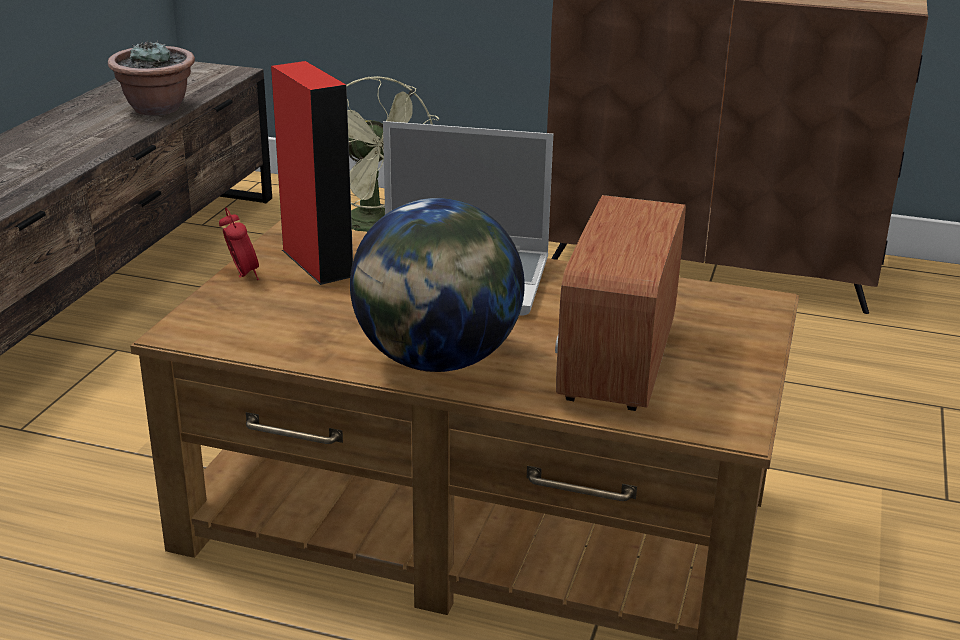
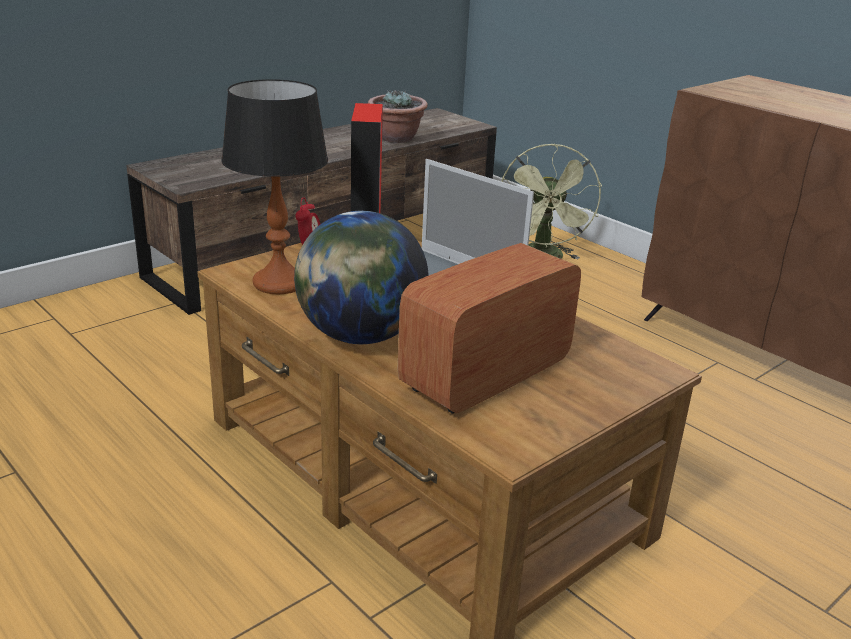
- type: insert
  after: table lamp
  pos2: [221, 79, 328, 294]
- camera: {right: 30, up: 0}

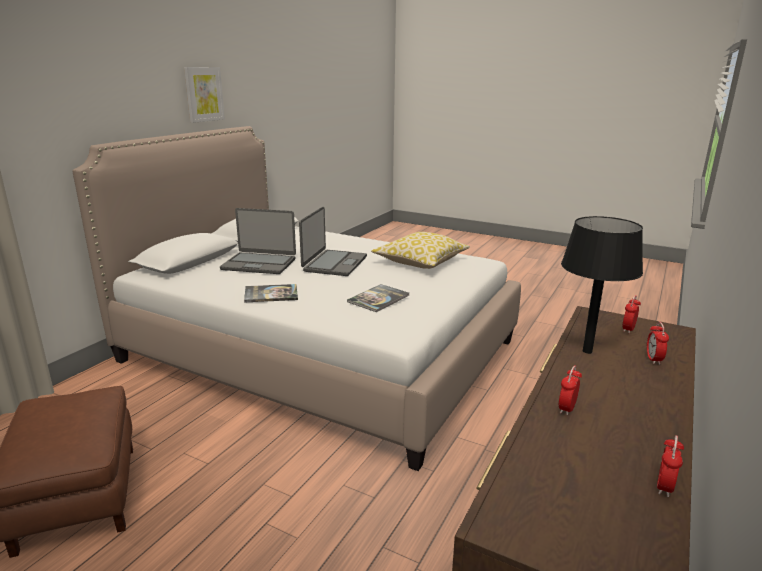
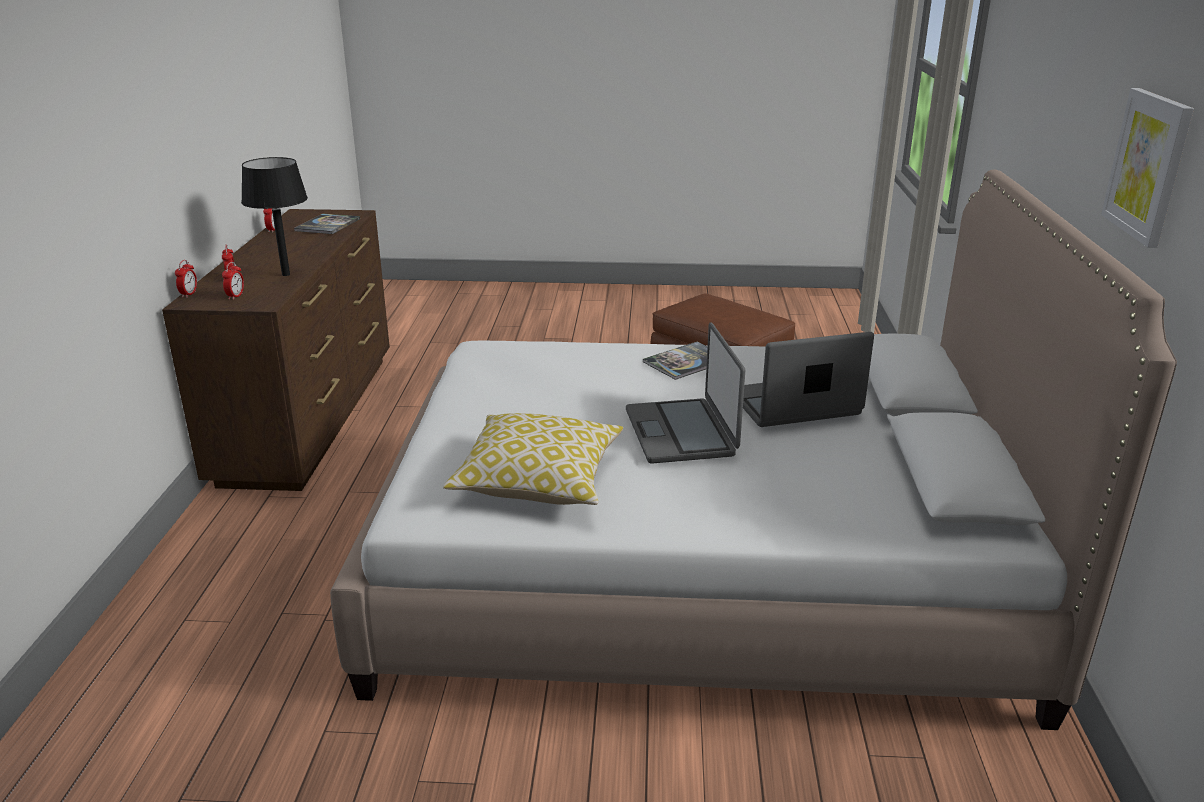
- type: move
  before: book
  pos1: [347, 284, 409, 312]
  pos2: [294, 214, 360, 234]
- type: move
  before: table clock
  pos1: [559, 365, 582, 416]
  pos2: [175, 260, 197, 298]
- camera: {right: 155, up: 5}

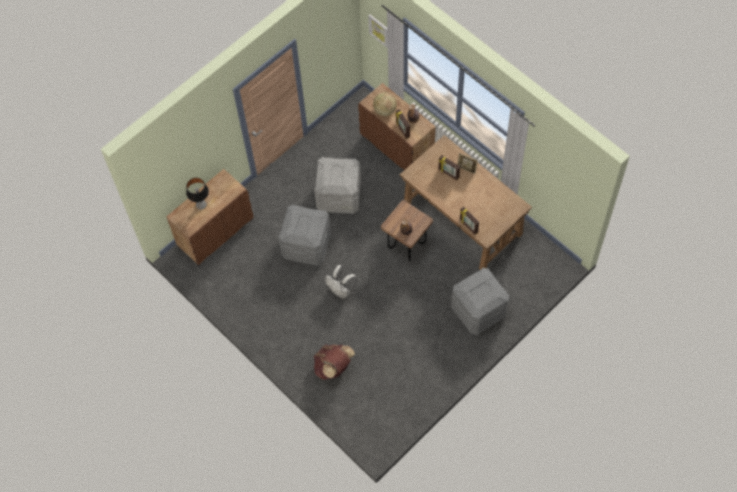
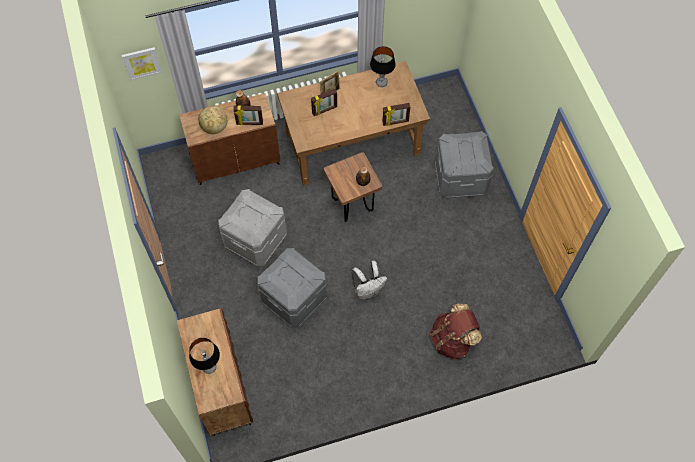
- type: insert
  after: table lamp
  pos2: [370, 46, 396, 87]
- camera: {right: -65, up: 0}

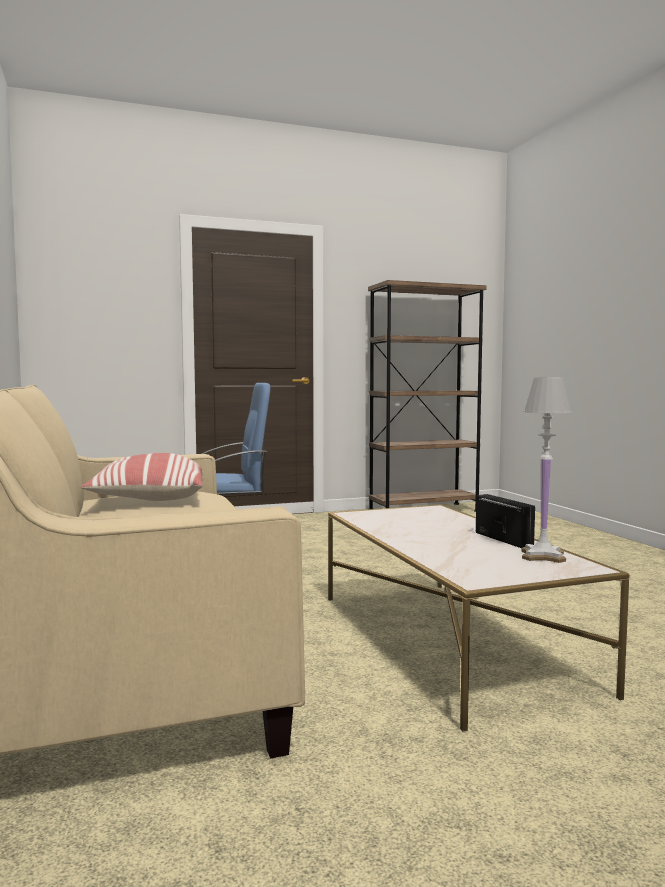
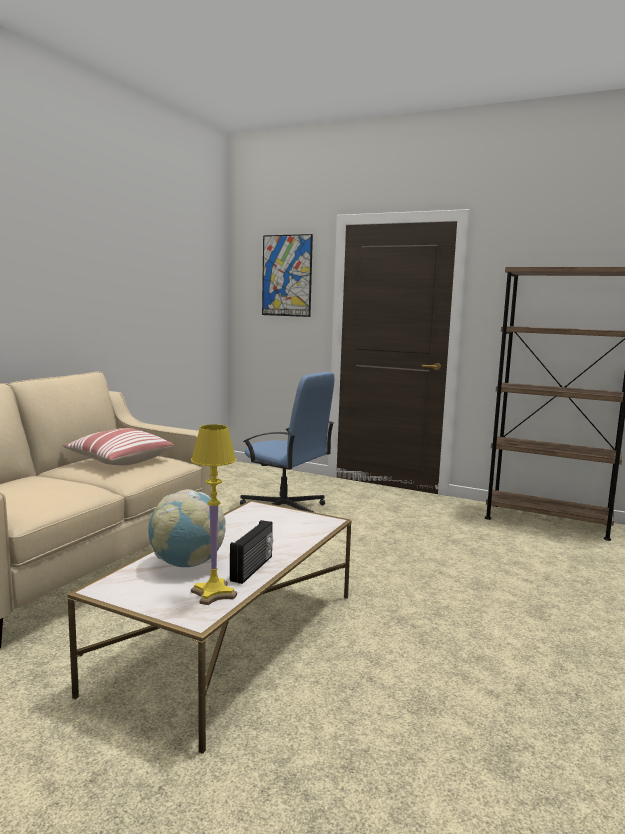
- type: insert
  after: globe
  pos2: [148, 489, 226, 567]
- type: insert
  after: picture
  pos2: [262, 234, 313, 317]
- type: recolor
  before: table lamp/whitish
  after: table lamp/yellow
  pos1: [521, 377, 572, 563]
  pos2: [191, 424, 237, 605]
- camera: {right: 45, up: 5}

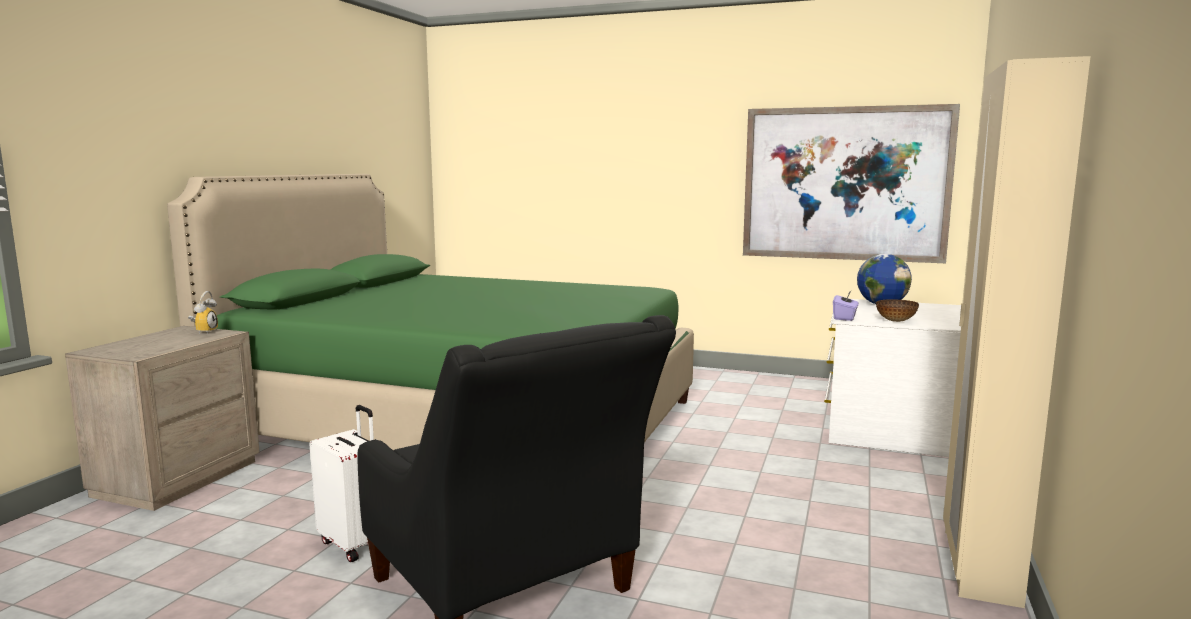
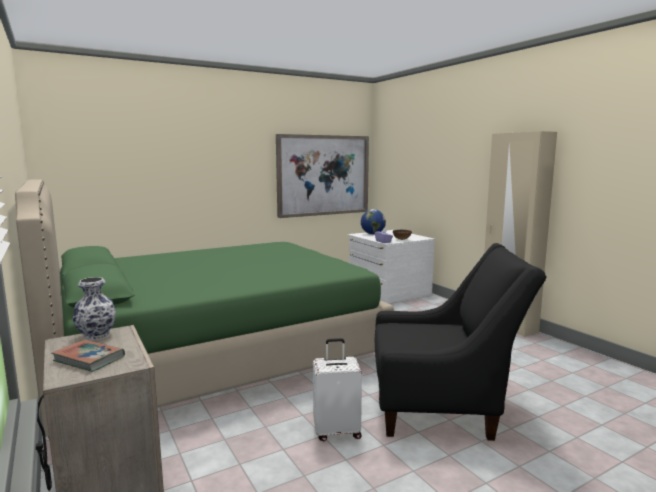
- type: insert
  after: book
  pos2: [52, 340, 125, 372]
- type: replace
  before: table clock
  after: vase
  pos1: [188, 291, 218, 334]
  pos2: [73, 277, 116, 341]
- camera: {right: -50, up: 0}

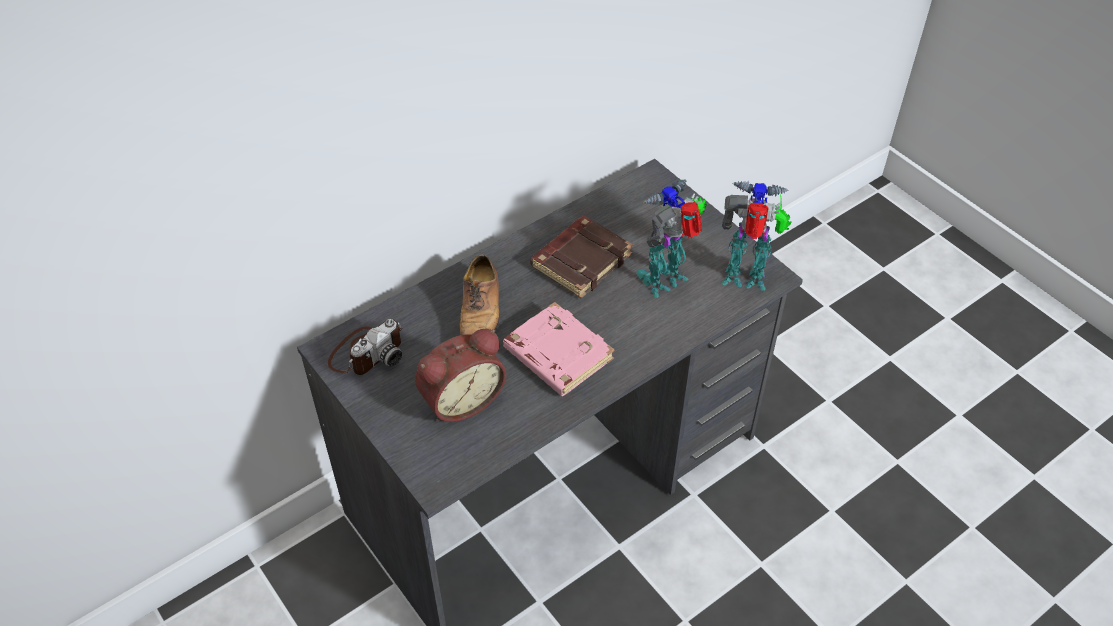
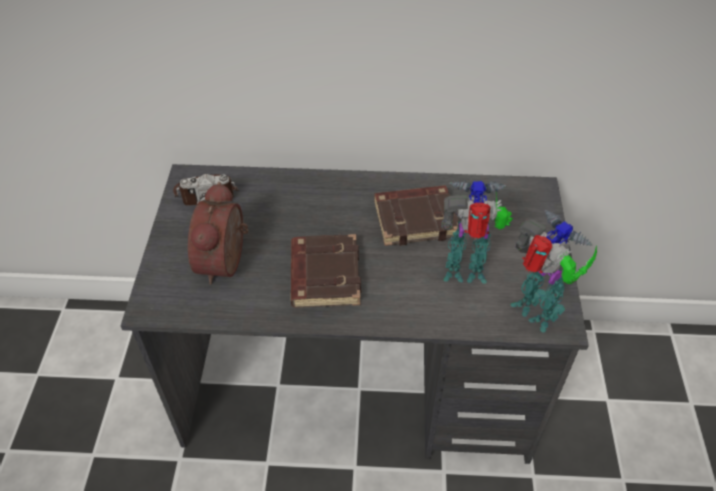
- type: delete
  before: item of footwear
  pos1: [460, 255, 499, 335]
- type: recolor
  before: book/pink-coloured
  after: book/brown-coloured
  pos1: [503, 302, 614, 396]
  pos2: [291, 234, 361, 308]
- type: rotate
  before: table clock
  pos1: [415, 329, 506, 422]
  pos2: [188, 182, 249, 285]
  turn: 90
- camera: {right: 40, up: 0}

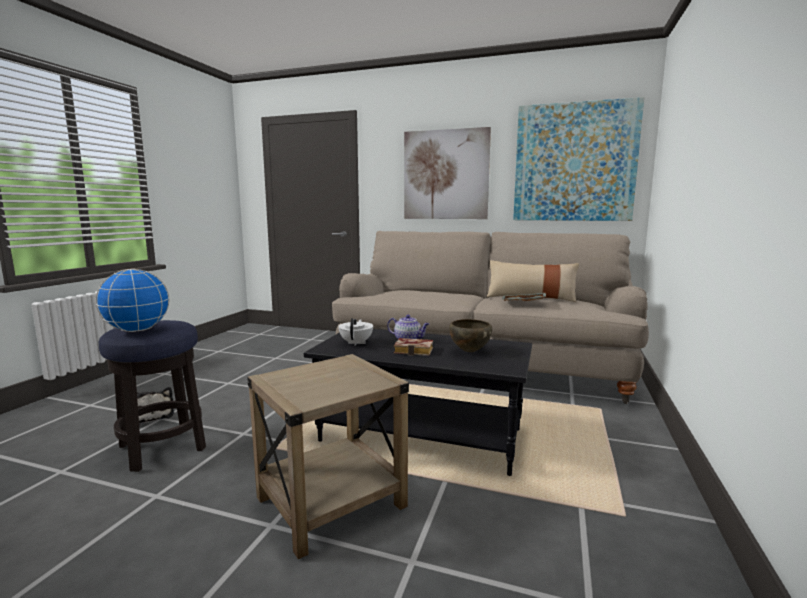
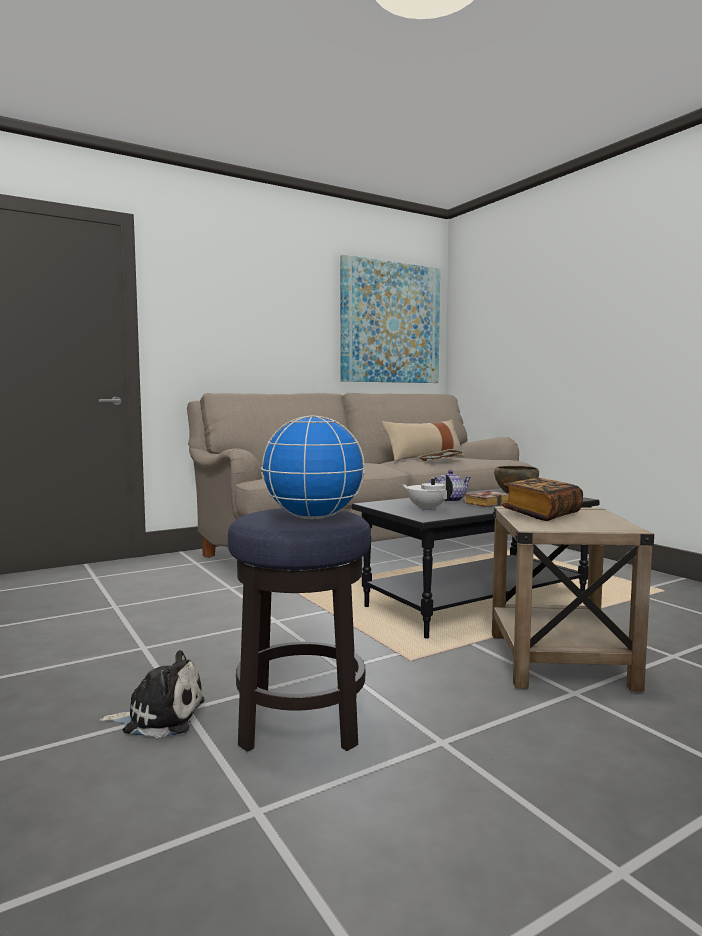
- type: delete
  before: picture
  pos1: [404, 127, 491, 219]
- type: insert
  after: book
  pos2: [502, 478, 583, 521]
- camera: {right: -50, up: -5}

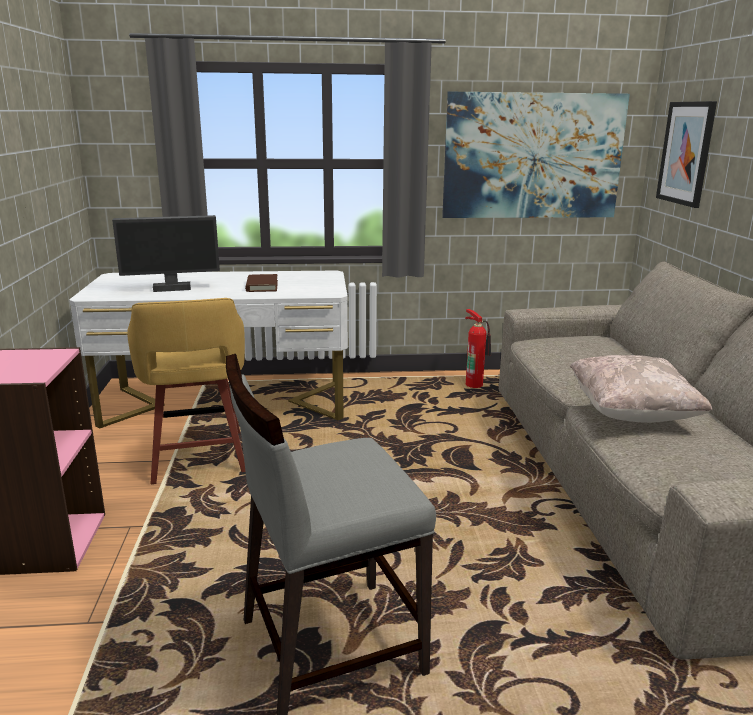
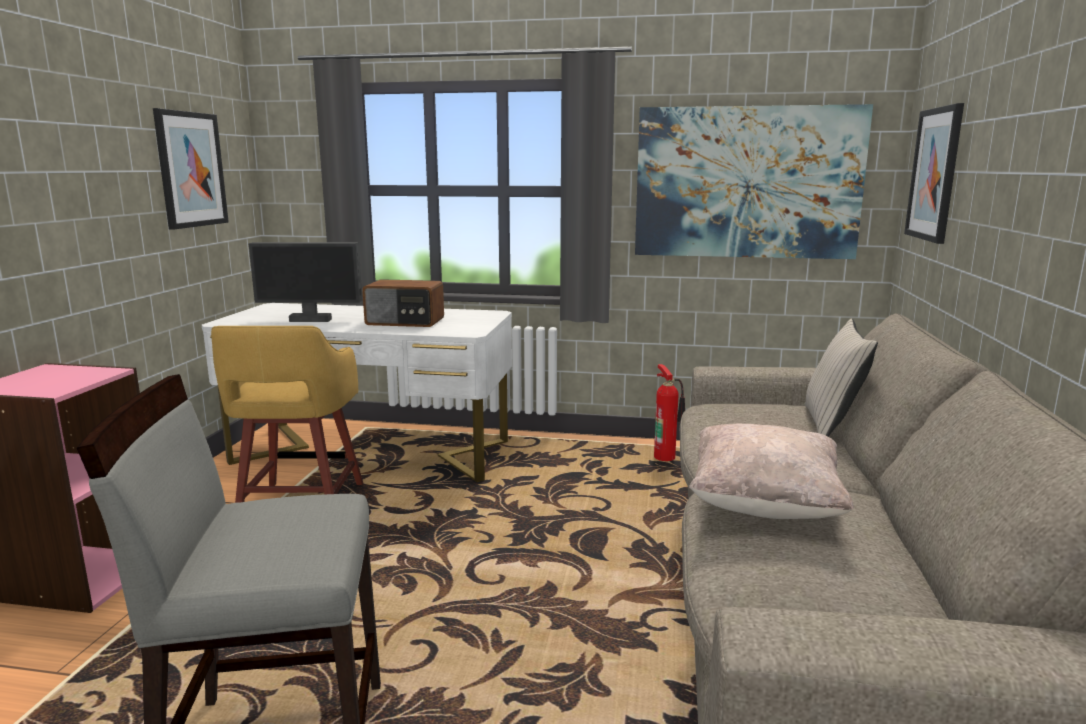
- type: insert
  after: picture
  pos2: [153, 108, 229, 230]
- type: insert
  after: throw pillow/sand-coloured
  pos2: [805, 319, 878, 437]
- type: replace
  before: book/brown-coloured
  after: radio receiver
  pos1: [245, 274, 278, 292]
  pos2: [362, 279, 444, 327]
- camera: {right: 15, up: -5}

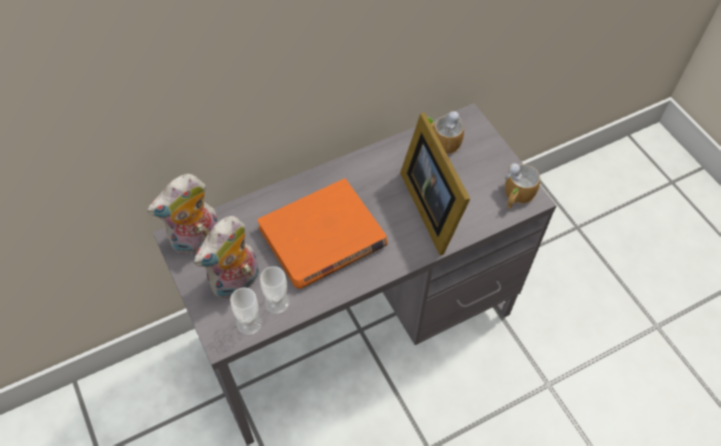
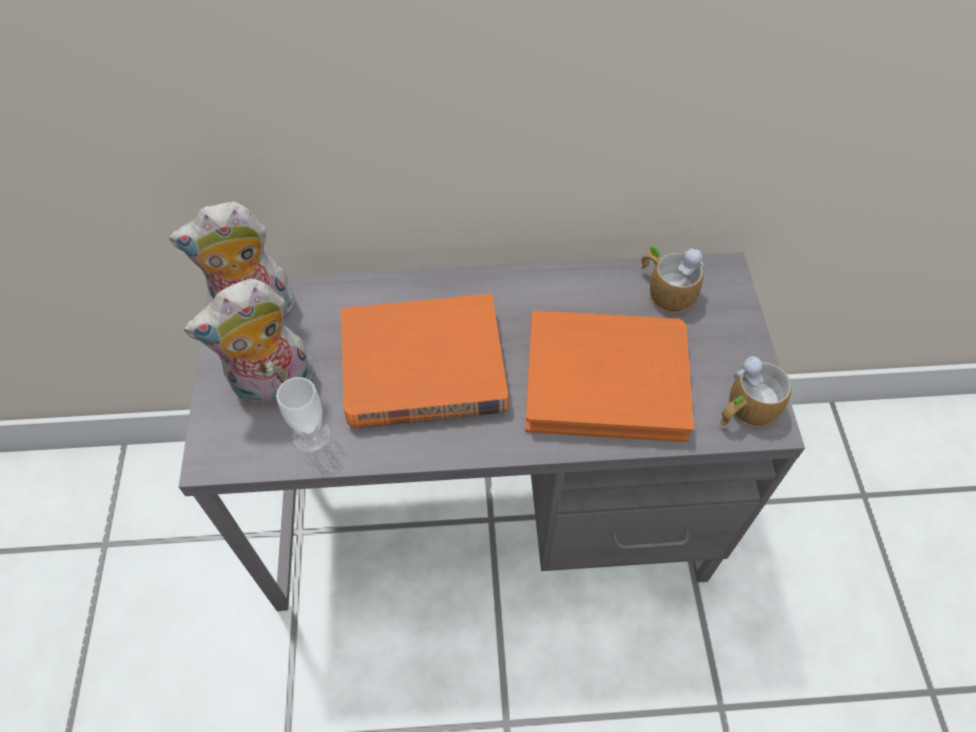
- type: delete
  before: drinking cup
  pos1: [230, 287, 262, 335]
- type: replace
  before: picture frame
  after: book/orange
  pos1: [400, 113, 470, 255]
  pos2: [525, 310, 694, 442]
- camera: {right: 25, up: 0}

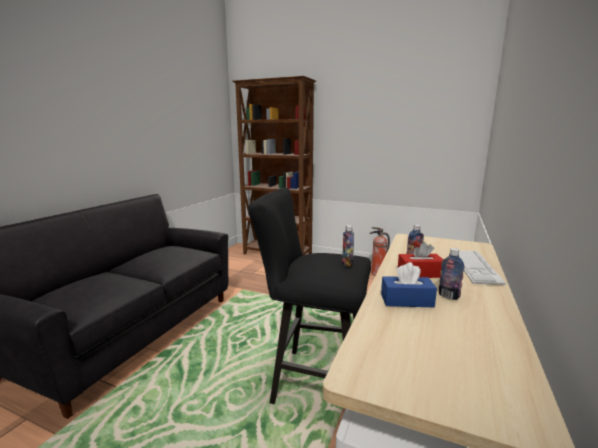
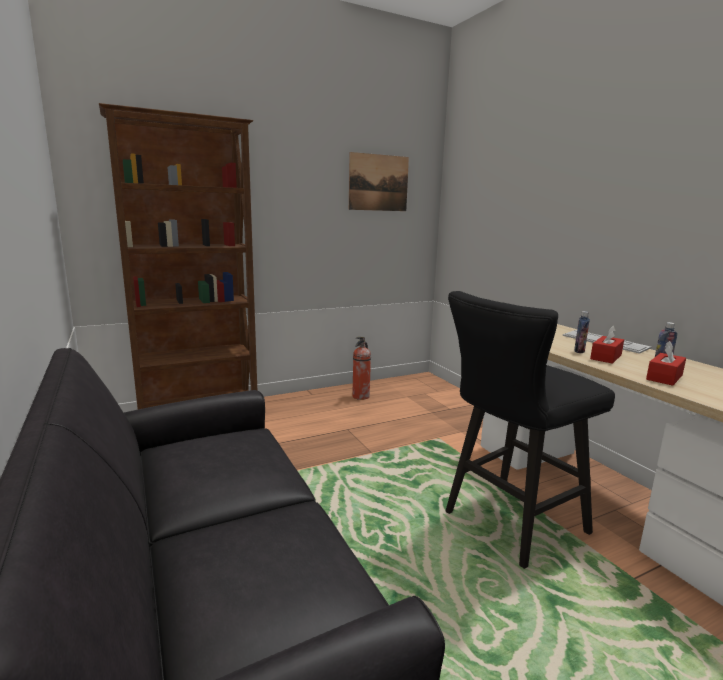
- type: delete
  before: bottle
  pos1: [342, 225, 354, 267]
- type: insert
  after: picture
  pos2: [349, 152, 409, 211]
- type: recolor
  before: box of tissues/blue-coloured
  after: box of tissues/red-coloured
  pos1: [381, 262, 437, 307]
  pos2: [646, 341, 686, 386]
- camera: {right: -50, up: 0}

